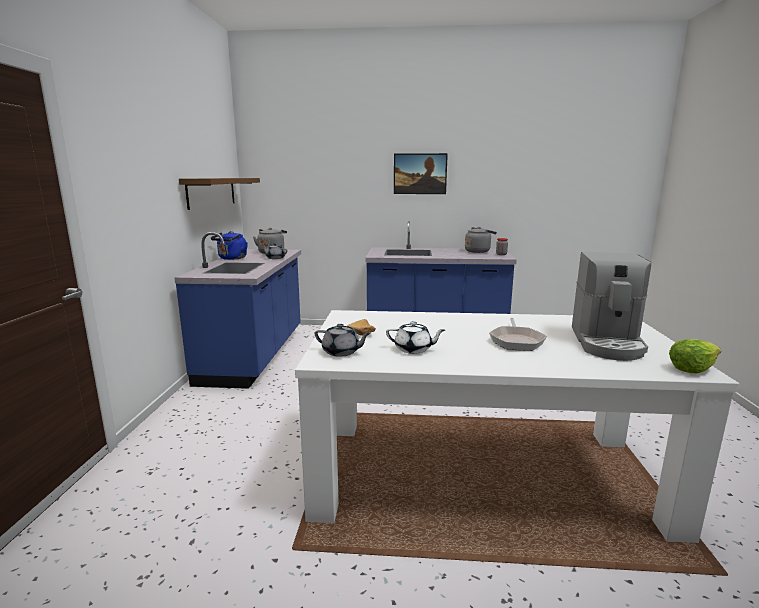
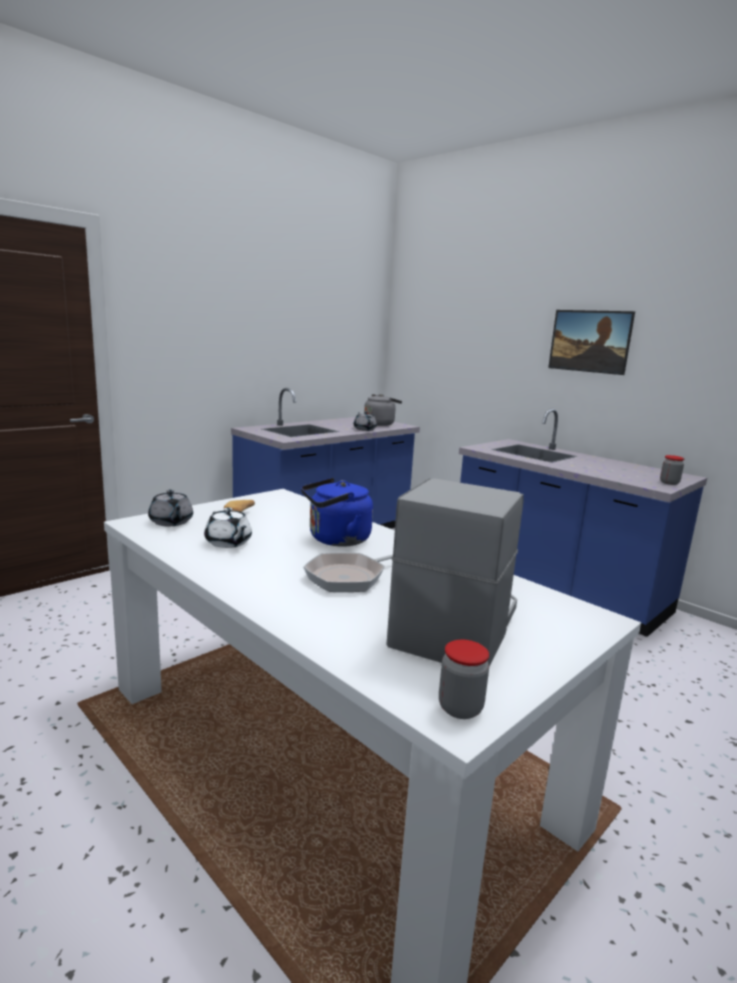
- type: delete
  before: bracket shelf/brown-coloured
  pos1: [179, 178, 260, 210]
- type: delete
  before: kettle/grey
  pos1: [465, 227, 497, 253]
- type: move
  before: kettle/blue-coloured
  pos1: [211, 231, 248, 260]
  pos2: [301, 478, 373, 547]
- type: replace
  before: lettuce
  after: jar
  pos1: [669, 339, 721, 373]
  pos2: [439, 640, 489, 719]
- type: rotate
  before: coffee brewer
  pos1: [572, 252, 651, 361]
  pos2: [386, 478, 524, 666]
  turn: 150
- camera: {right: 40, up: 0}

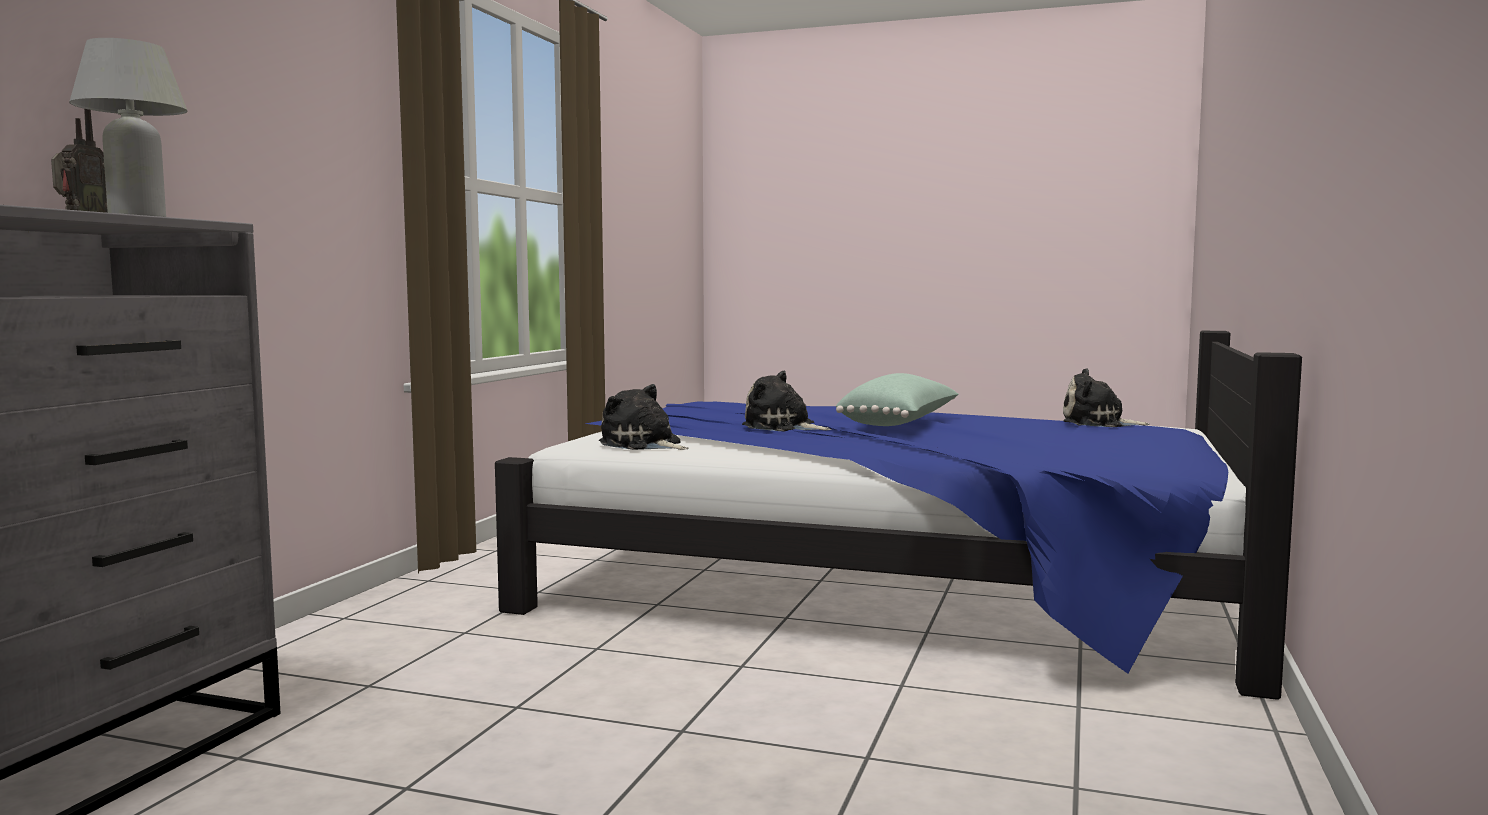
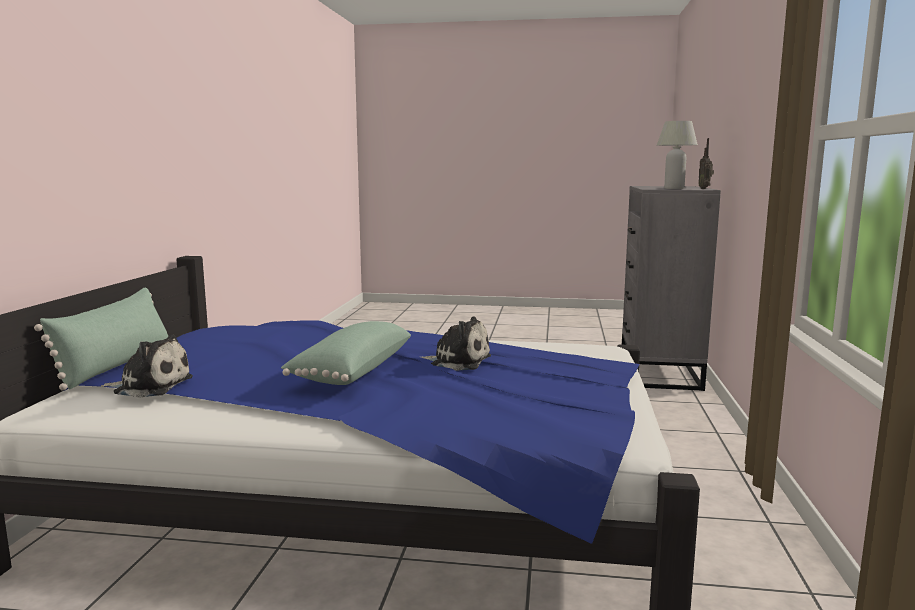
- type: delete
  before: cuddly toy
  pos1: [599, 384, 689, 450]
- type: insert
  after: throw pillow/green
  pos2: [34, 287, 168, 391]
- camera: {right: 170, up: 5}

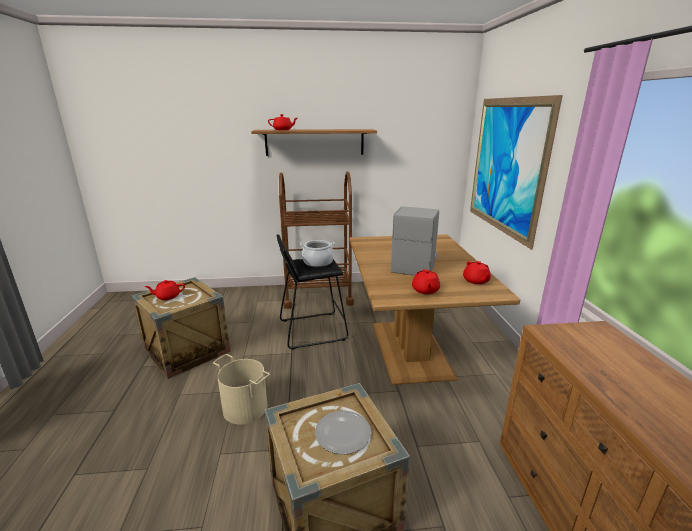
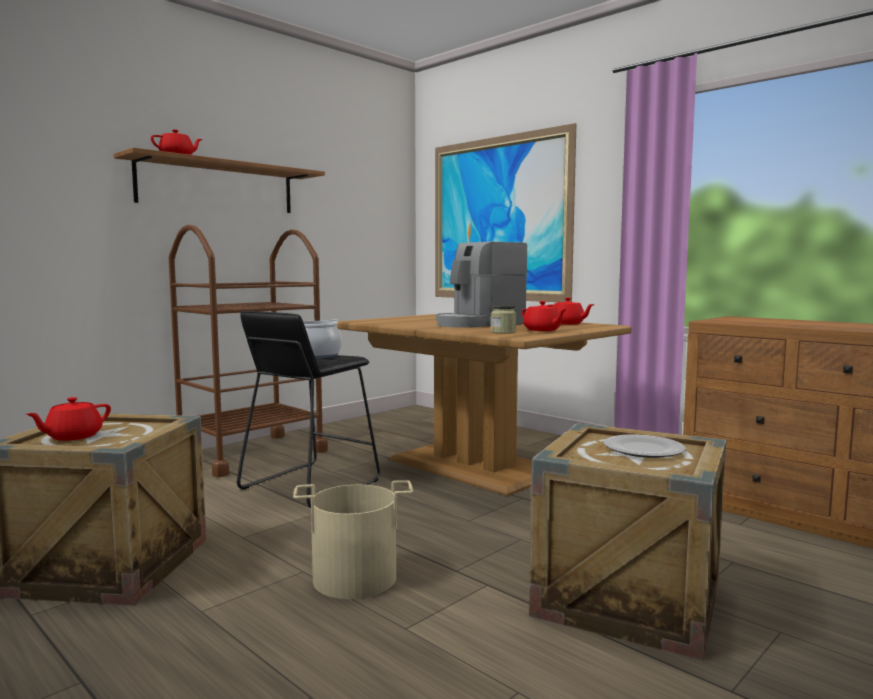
- type: insert
  after: jar
  pos2: [491, 305, 516, 334]
- type: rotate
  before: coffee brewer
  pos1: [391, 207, 439, 276]
  pos2: [436, 242, 527, 328]
  turn: -105
- camera: {right: -40, up: -15}

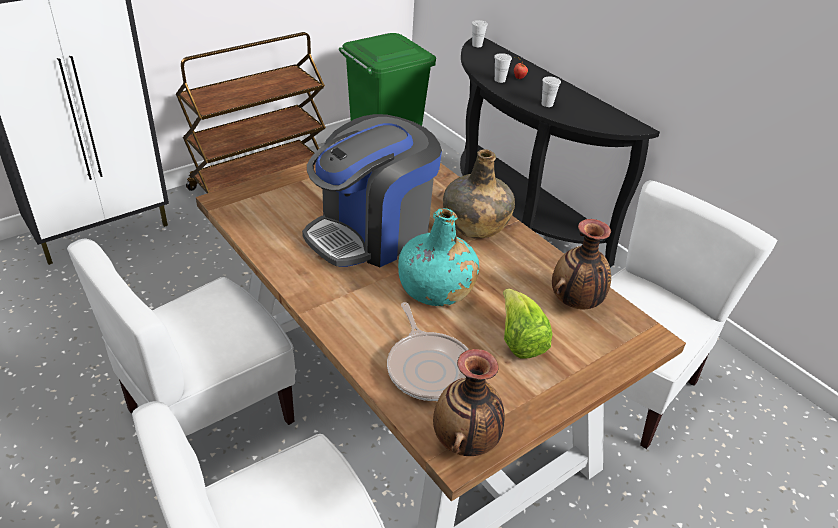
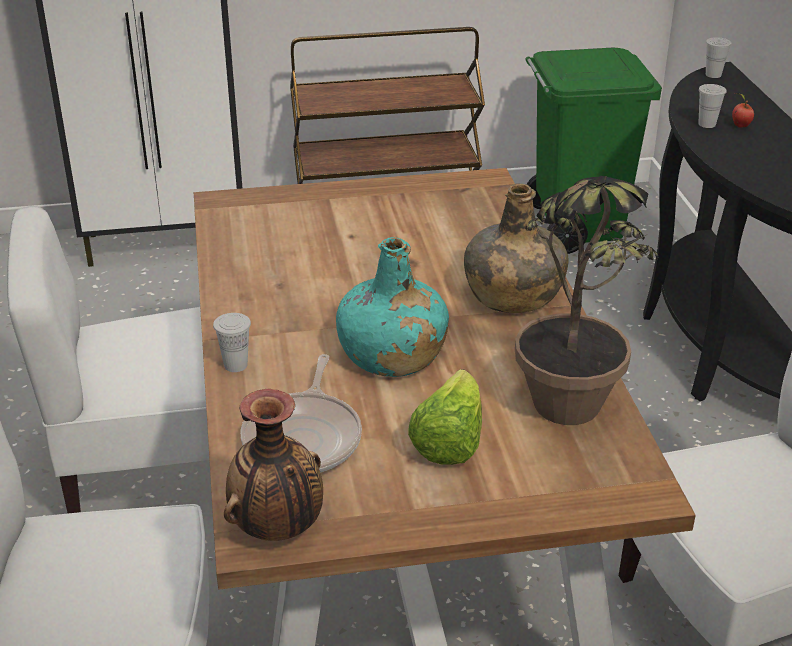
- type: delete
  before: coffee brewer
  pos1: [302, 114, 442, 267]
- type: move
  before: drinking cup/whitish
  pos1: [542, 77, 561, 107]
  pos2: [213, 313, 251, 372]
- type: replace
  before: vase
  after: potted plant
  pos1: [552, 219, 611, 309]
  pos2: [515, 176, 659, 425]
- camera: {right: 30, up: -5}

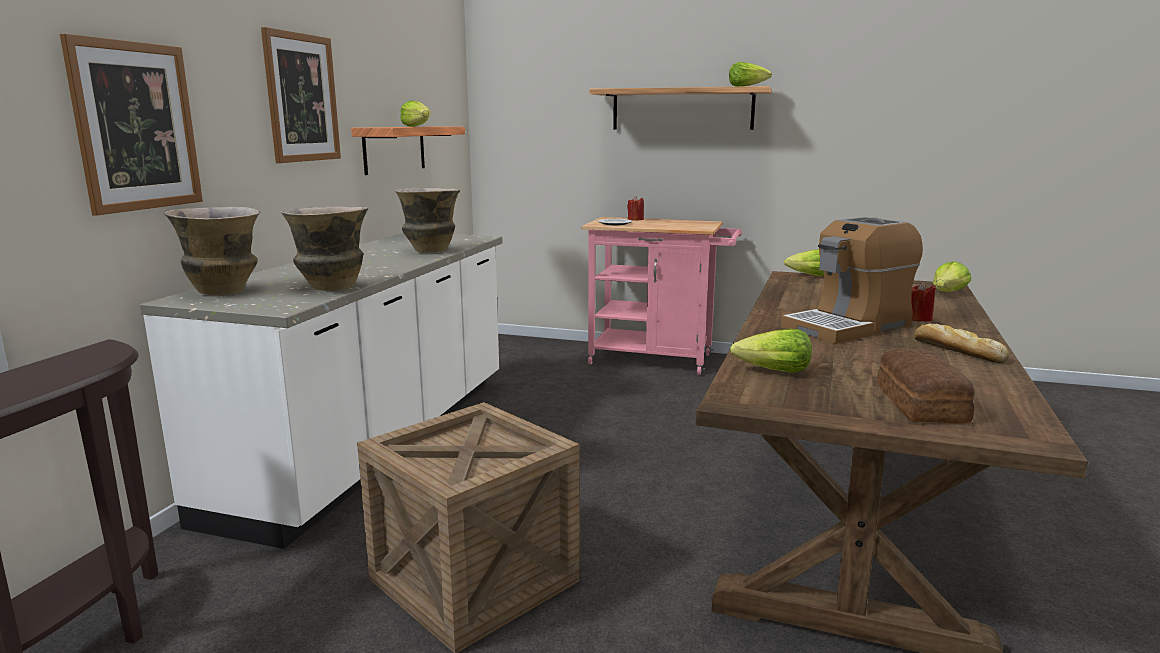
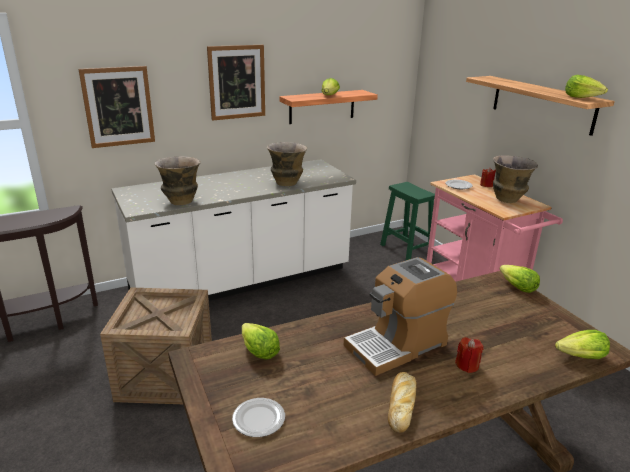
- type: insert
  after: stool/green
  pos2: [380, 182, 435, 260]
- type: move
  before: vase
  pos1: [164, 207, 260, 295]
  pos2: [493, 155, 538, 203]
- type: replace
  before: bakery bread
  after: dinner plate
  pos1: [877, 348, 975, 423]
  pos2: [232, 398, 285, 437]
- type: rotate
  before: coffee brewer
  pos1: [781, 217, 923, 344]
  pos2: [344, 257, 457, 376]
  turn: -45
- camera: {right: 45, up: 10}

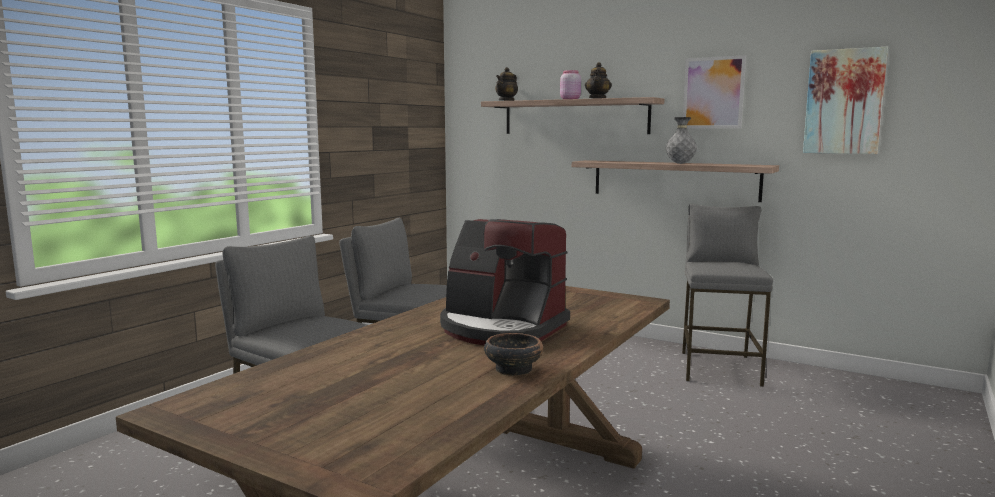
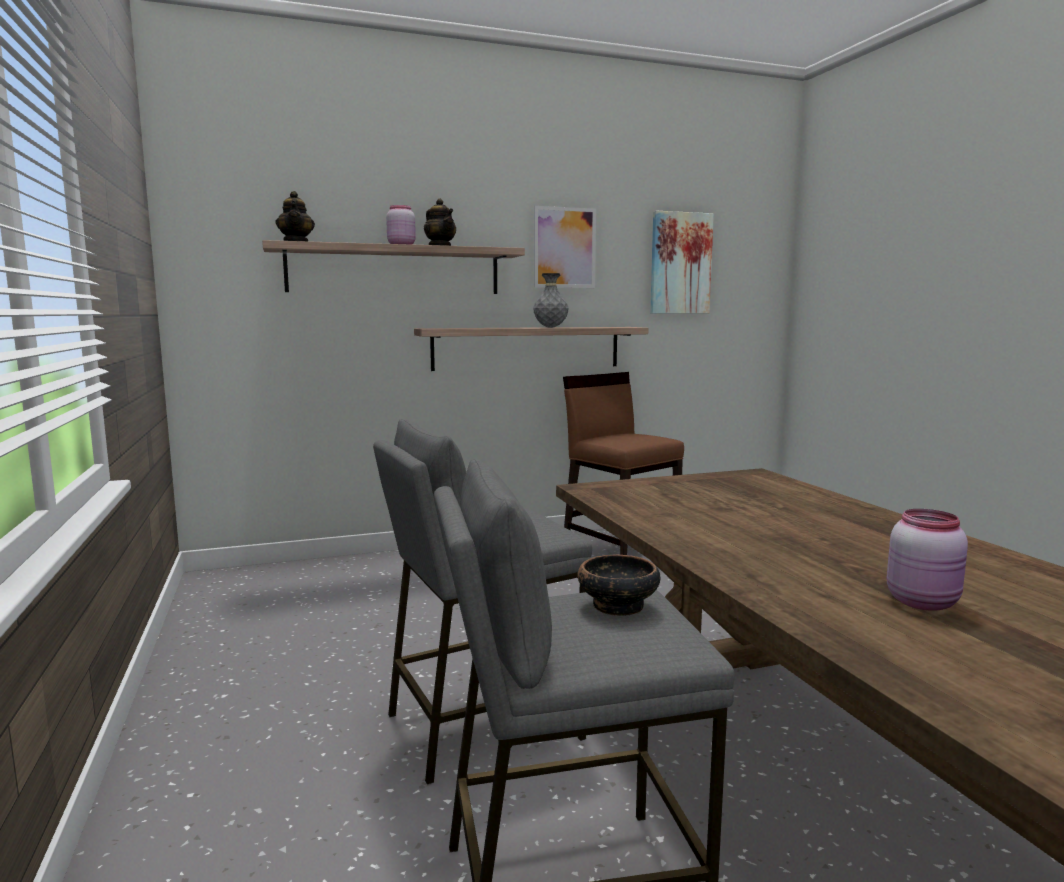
- type: delete
  before: coffee brewer
  pos1: [440, 219, 570, 345]
- type: insert
  after: jar/pink-coloured
  pos2: [887, 509, 968, 611]
- type: move
  before: serving bowl
  pos1: [484, 333, 543, 376]
  pos2: [577, 554, 660, 616]
- type: replace
  before: stool/grey
  after: upright chair/brown-coloured
  pos1: [682, 204, 773, 387]
  pos2: [563, 372, 684, 555]
- camera: {right: -50, up: 0}

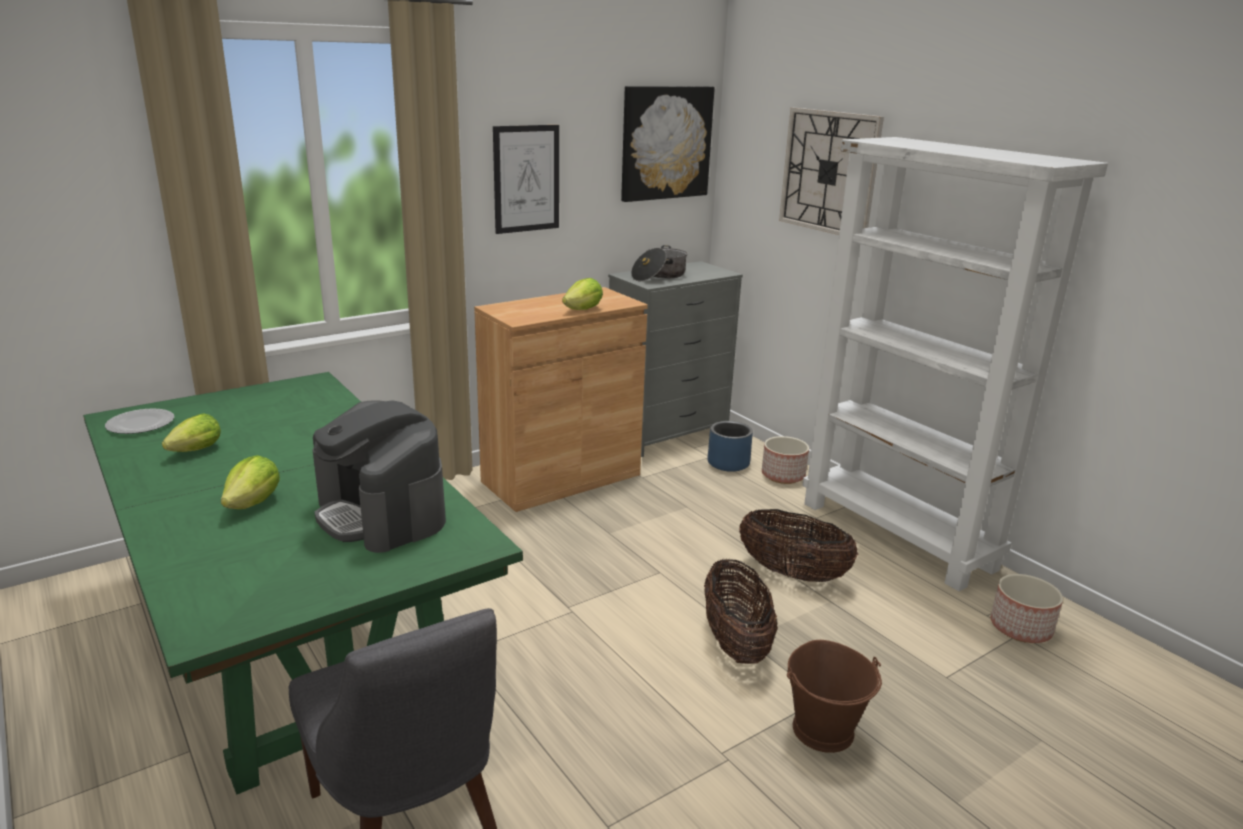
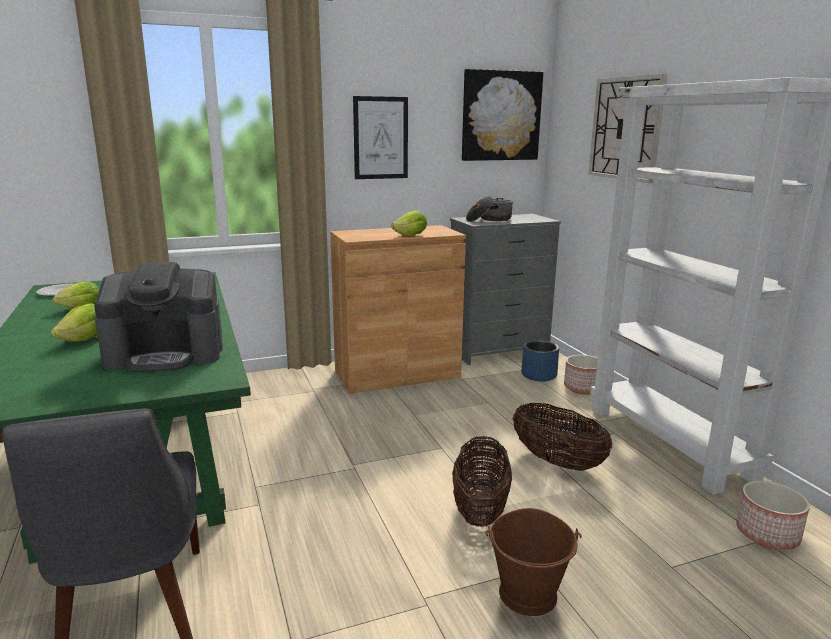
- type: rotate
  before: coffee brewer
  pos1: [313, 400, 446, 553]
  pos2: [94, 262, 223, 372]
  turn: -75
- camera: {right: 15, up: -5}

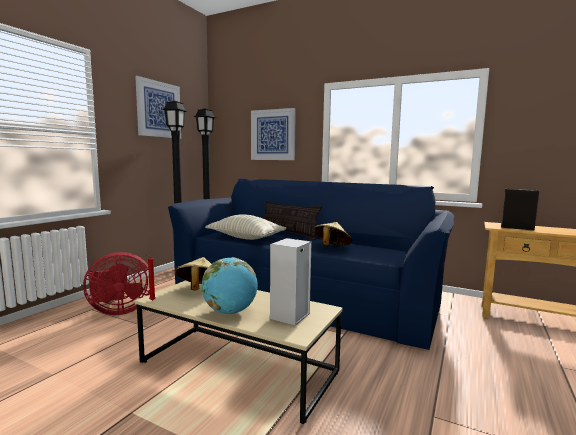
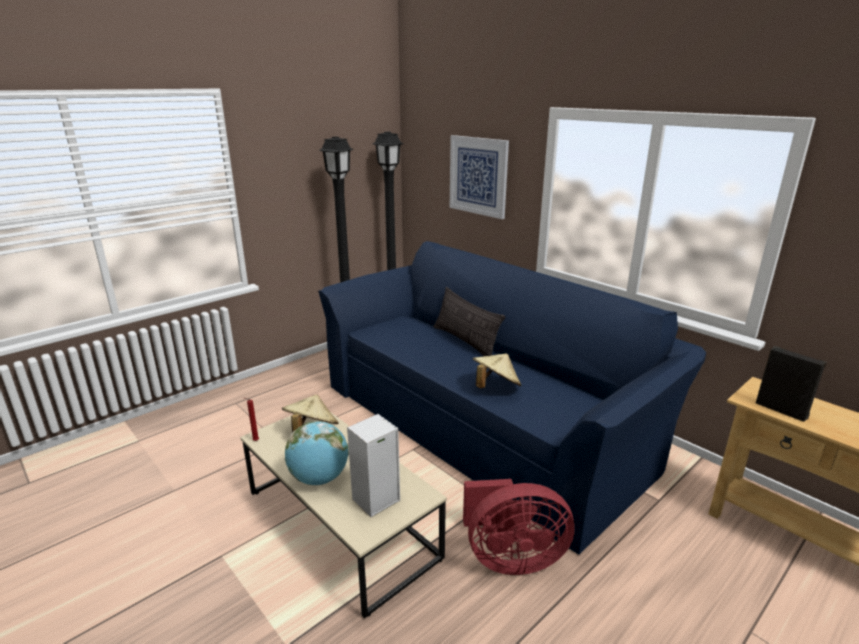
- type: delete
  before: picture
  pos1: [135, 76, 181, 139]
- type: delete
  before: throw pillow
  pos1: [205, 214, 286, 240]
- type: move
  before: fan/red-coloured
  pos1: [83, 252, 150, 315]
  pos2: [463, 479, 575, 575]
- camera: {right: 20, up: 15}

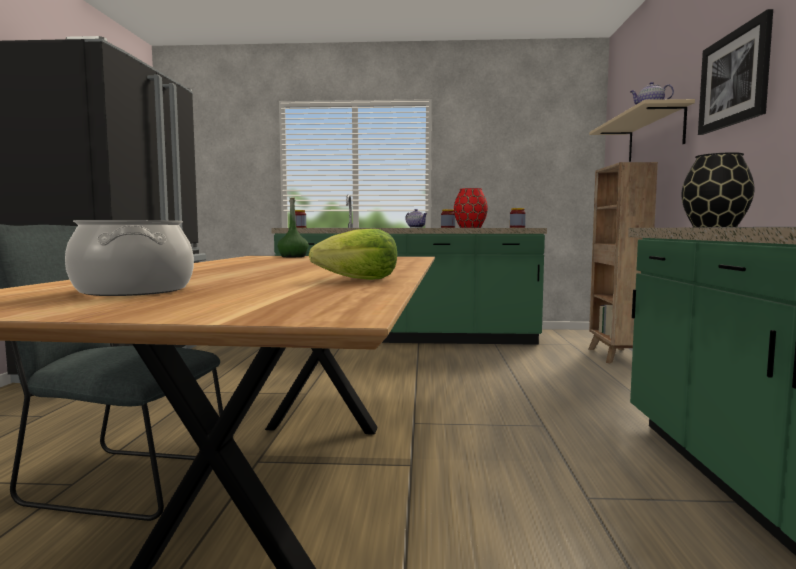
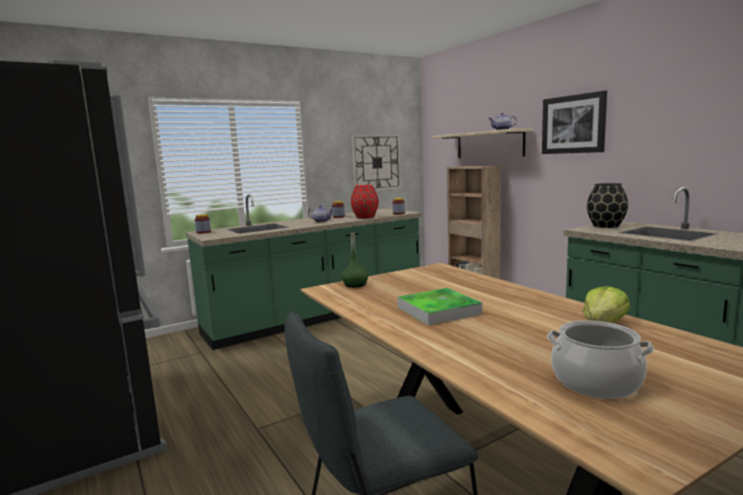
- type: insert
  after: wall clock
  pos2: [352, 134, 401, 191]
- type: insert
  after: tray
  pos2: [398, 288, 482, 326]
- camera: {right: -35, up: 5}

